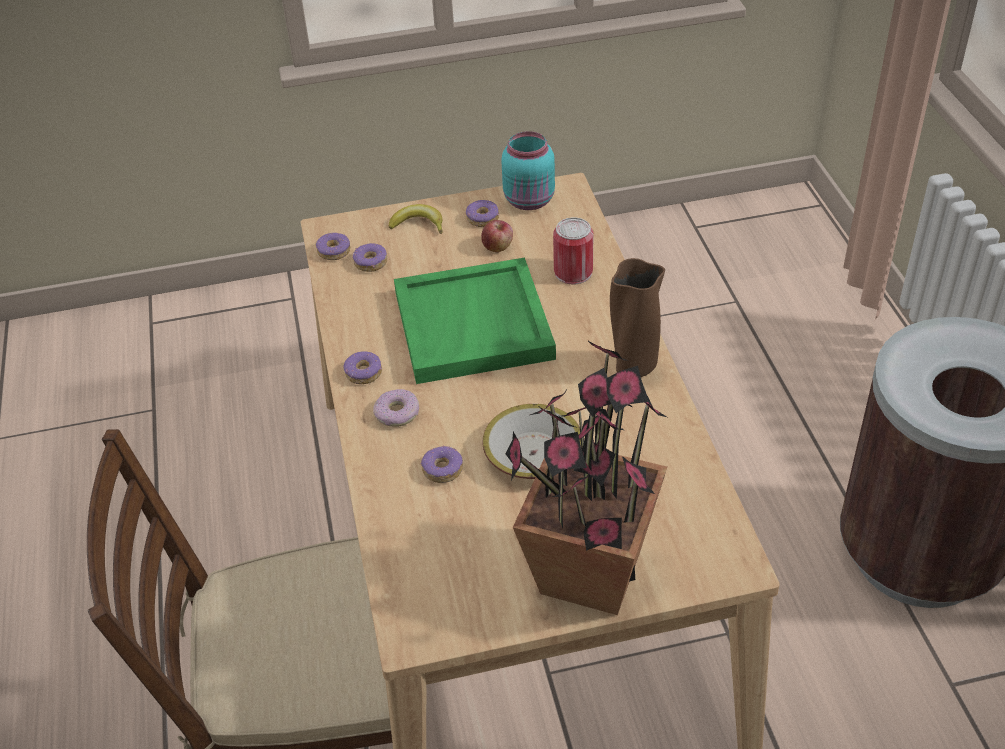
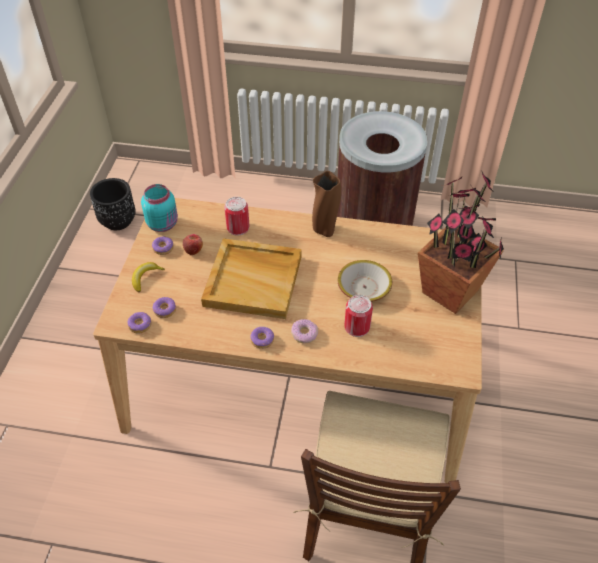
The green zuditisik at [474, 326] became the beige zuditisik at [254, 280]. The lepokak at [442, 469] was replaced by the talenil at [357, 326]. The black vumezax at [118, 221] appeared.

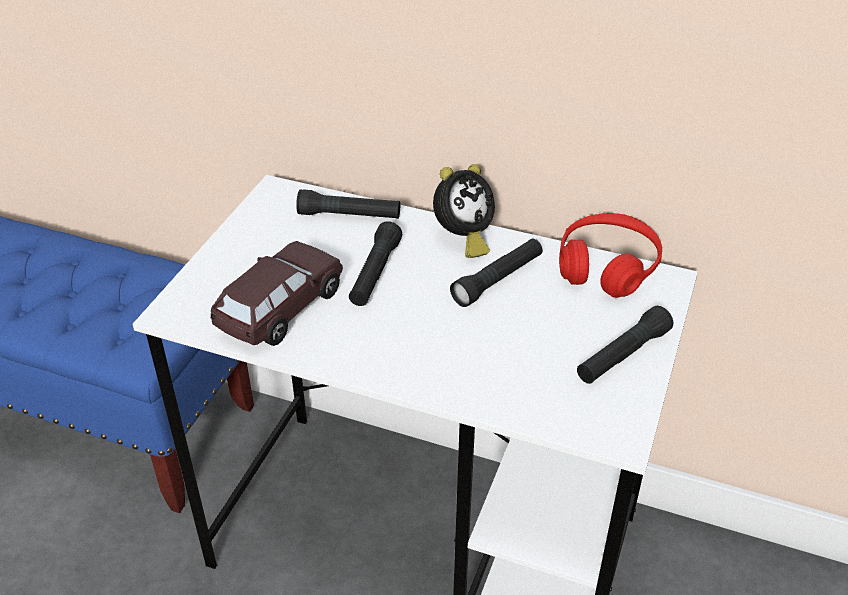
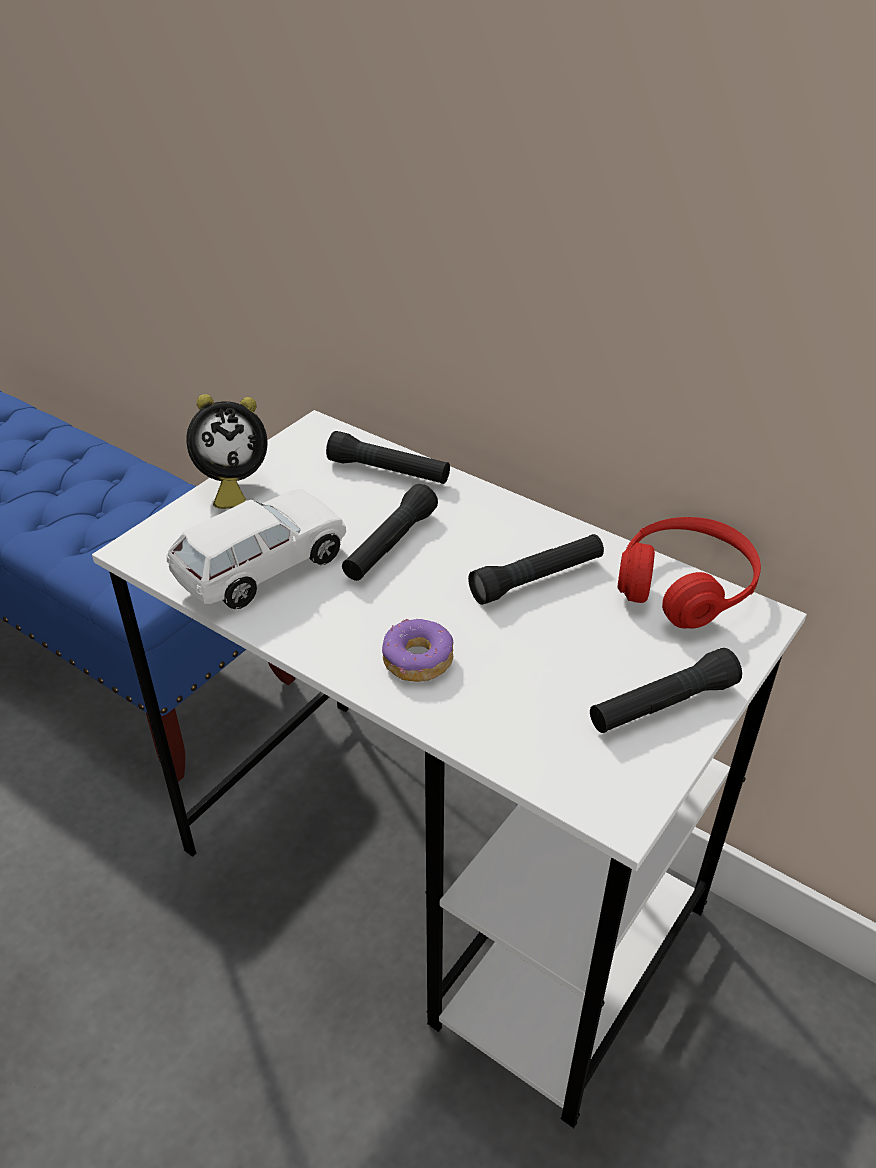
The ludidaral moved from [462, 239] to [231, 486]. The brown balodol at [280, 309] became the white balodol at [262, 568]. The lepokak at [417, 660] appeared.

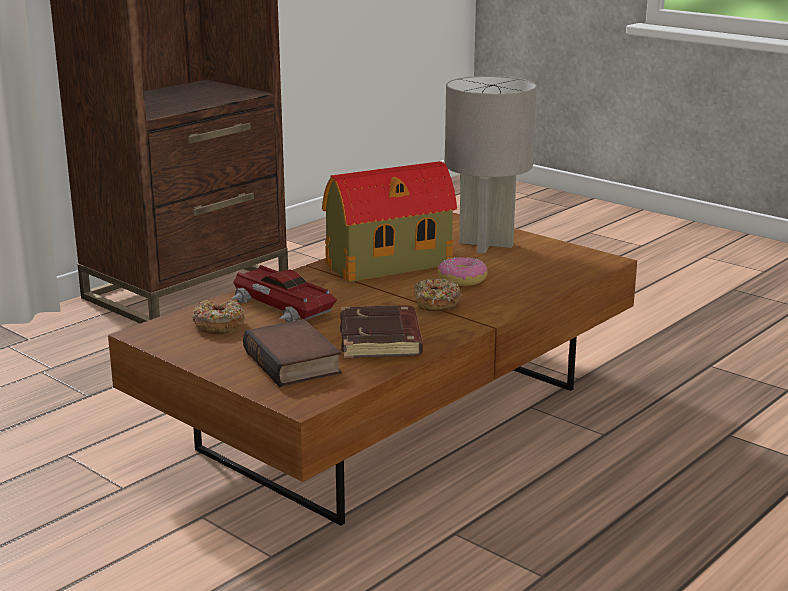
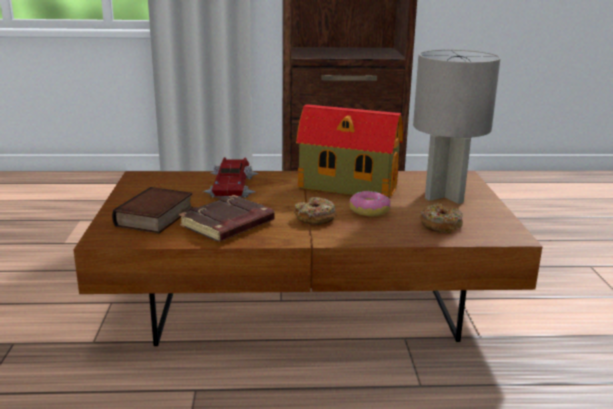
The lepokak moved from [218, 325] to [440, 225].

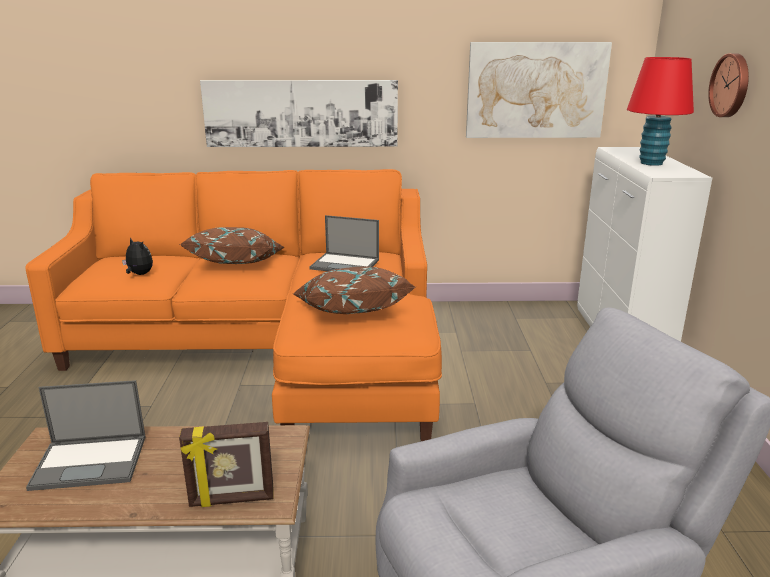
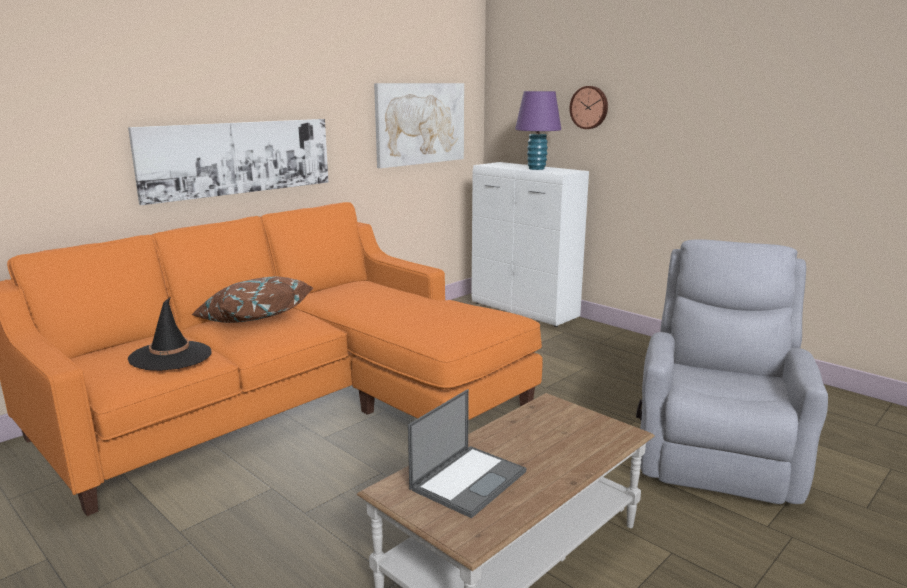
The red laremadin at [651, 163] became the purple laremadin at [536, 168]. The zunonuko at [346, 264] disappeared. The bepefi at [139, 274] was replaced by the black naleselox at [171, 356]. The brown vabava at [350, 311] disappeared. The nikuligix at [232, 500] disappeared.

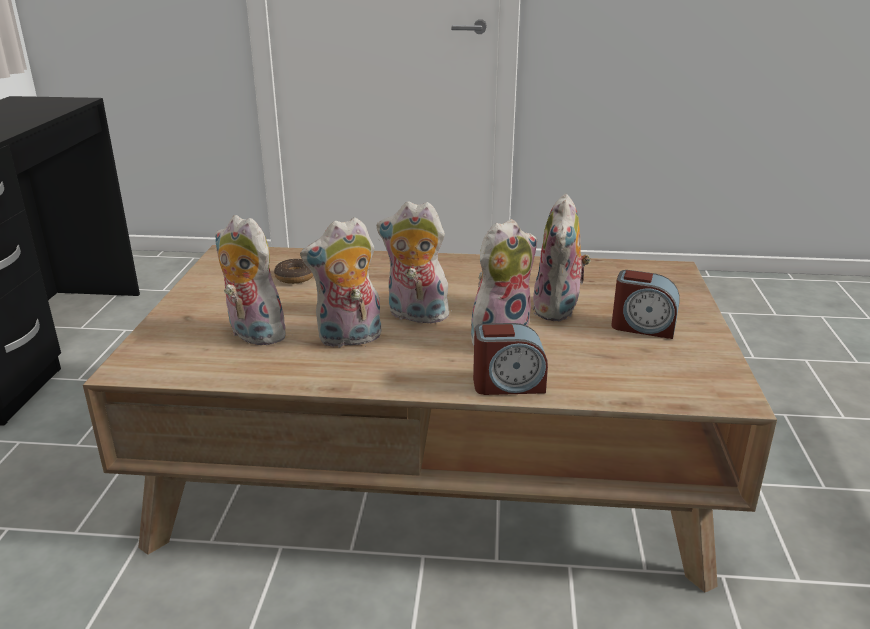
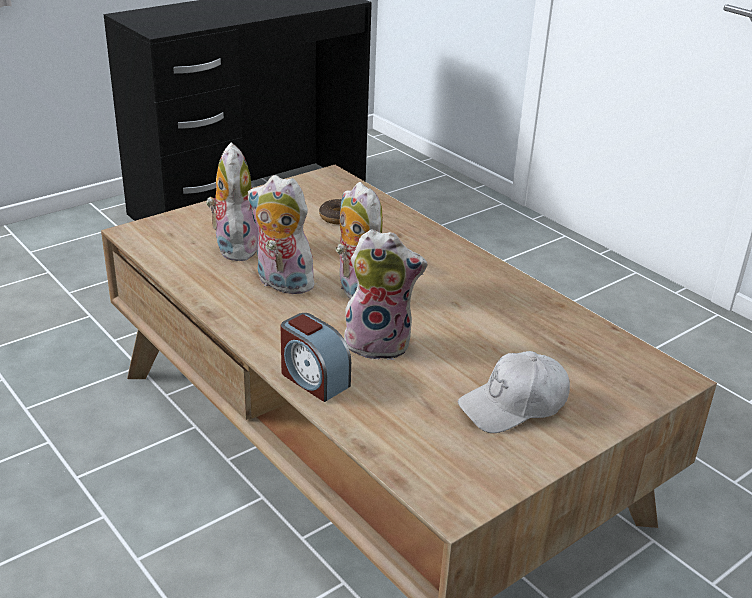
The bepefi at [558, 310] disappeared. The ludidaral at [643, 327] was replaced by the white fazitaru at [514, 405].

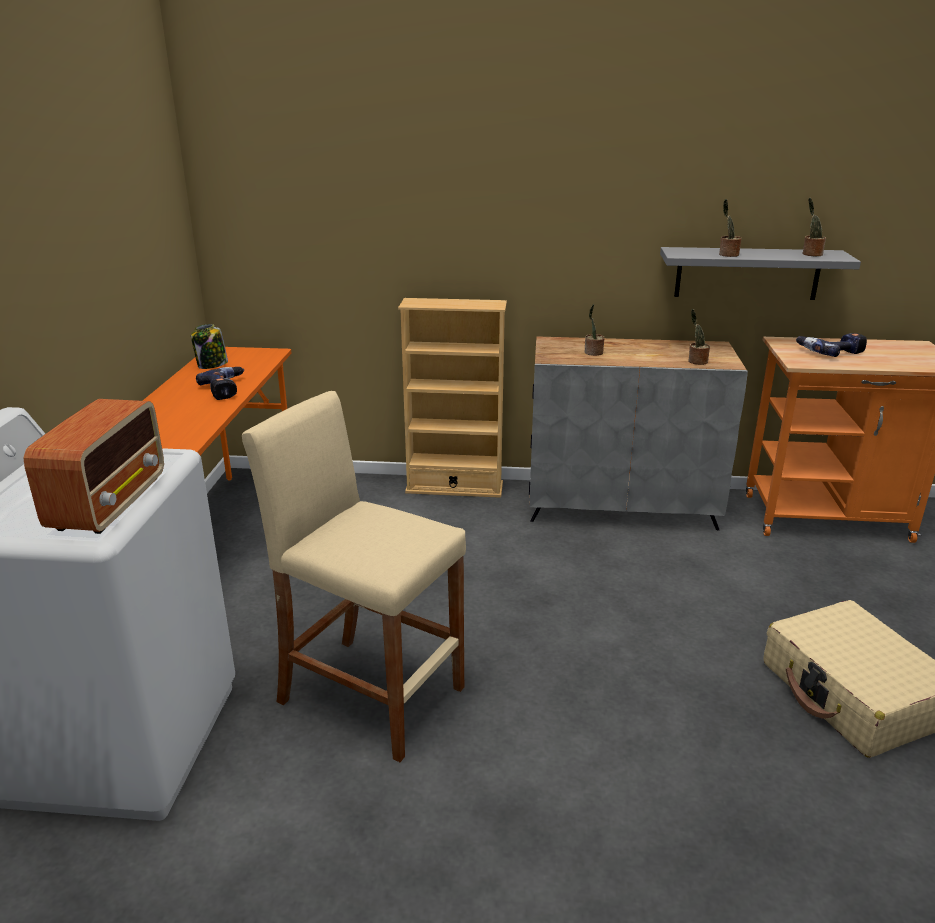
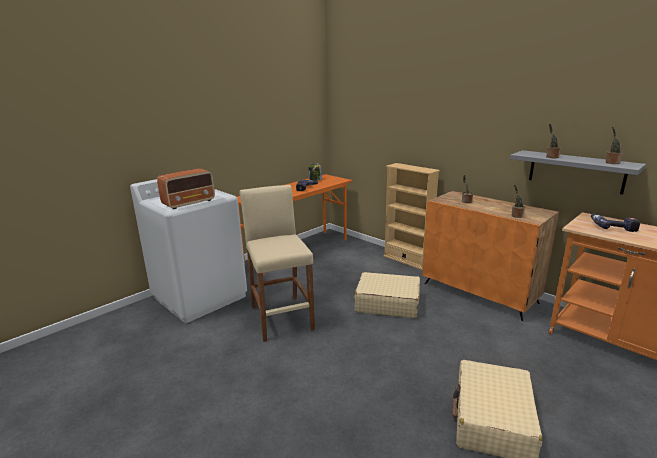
The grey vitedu at [622, 507] became the orange vitedu at [480, 293]. The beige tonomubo at [387, 303] appeared.

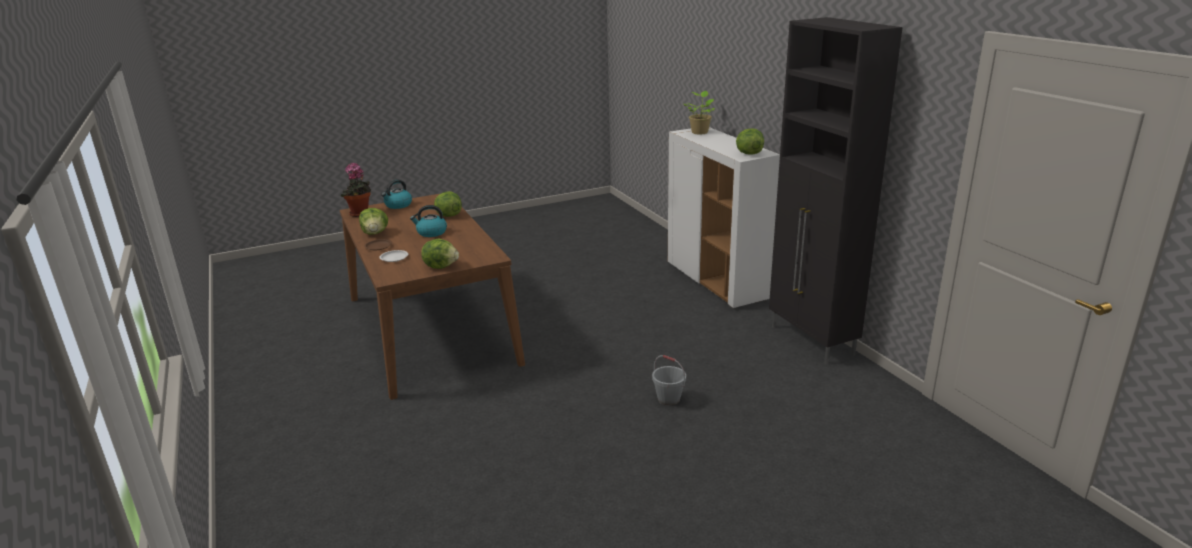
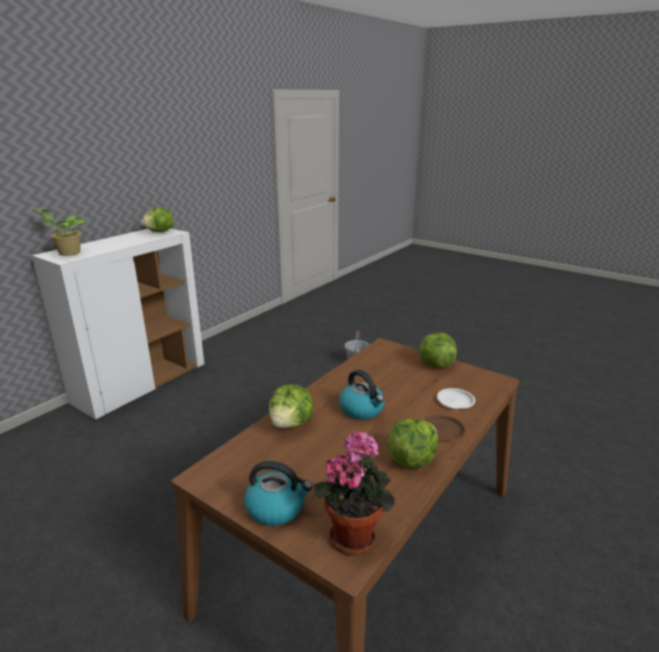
The black vitedu at [812, 341] disappeared.

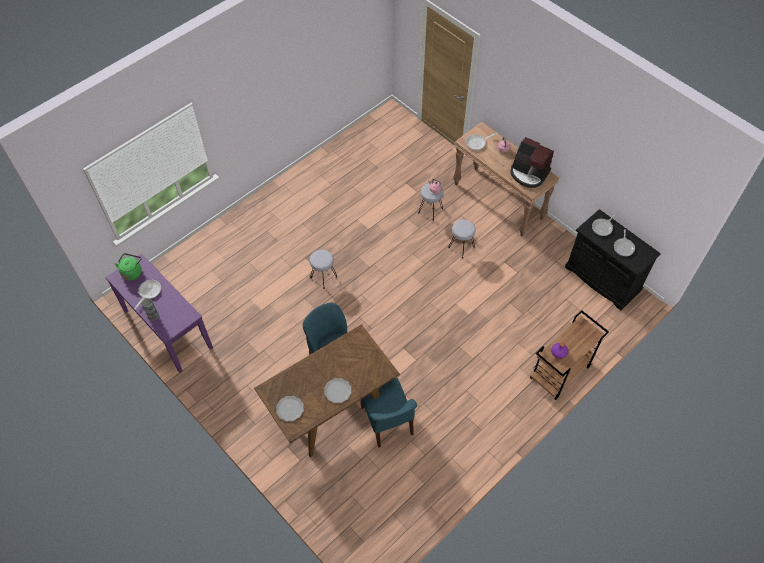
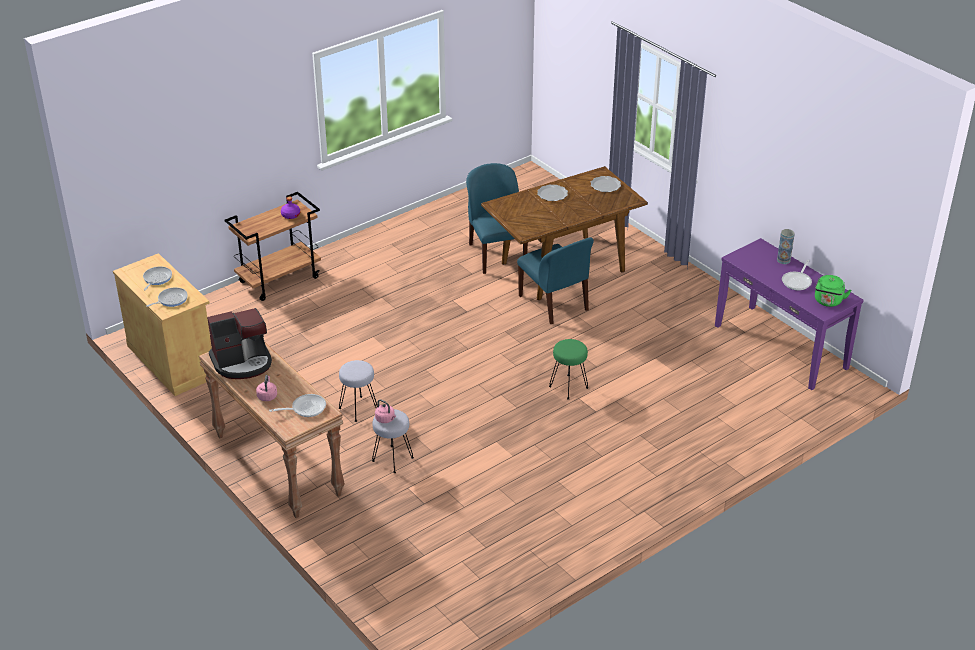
The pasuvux at [529, 173] turned 120 degrees clockwise. The black vitedu at [602, 279] became the beige vitedu at [172, 361]. The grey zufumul at [323, 277] became the green zufumul at [569, 387].

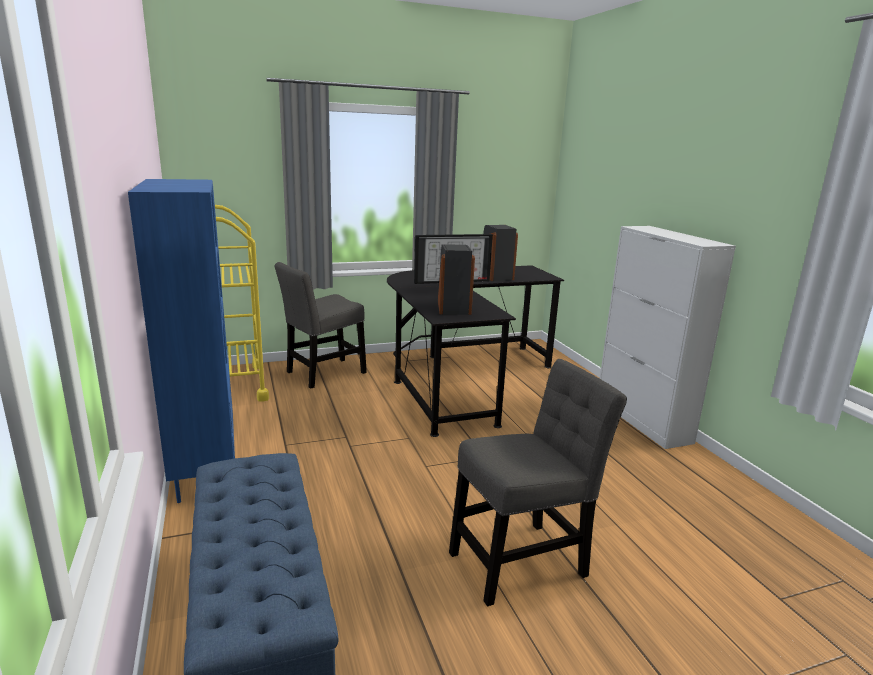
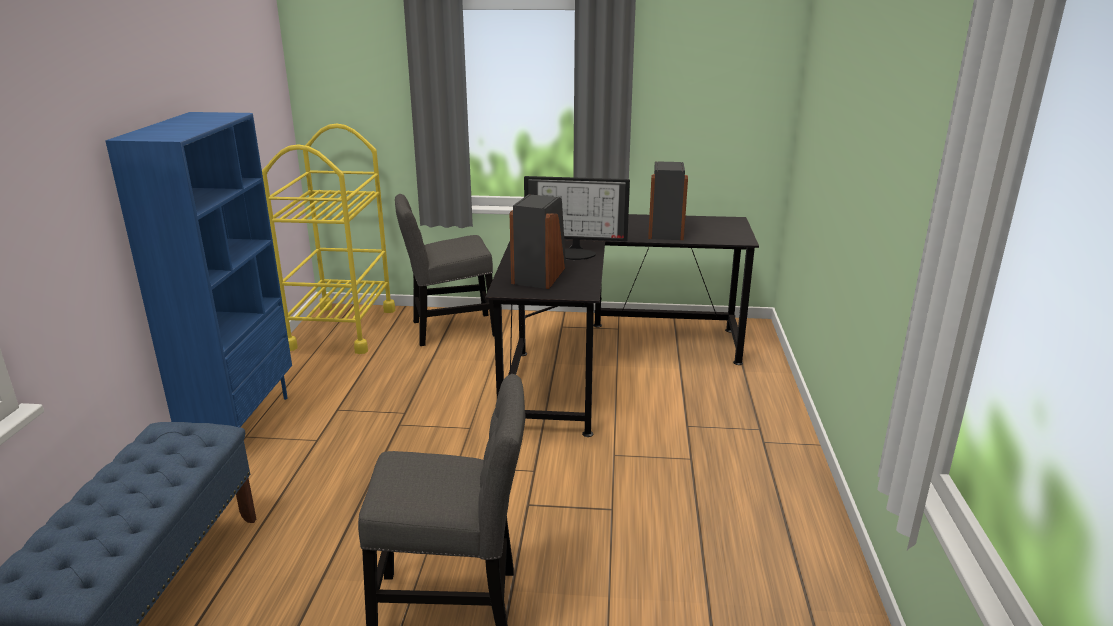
The white vitedu at [642, 420] disappeared.

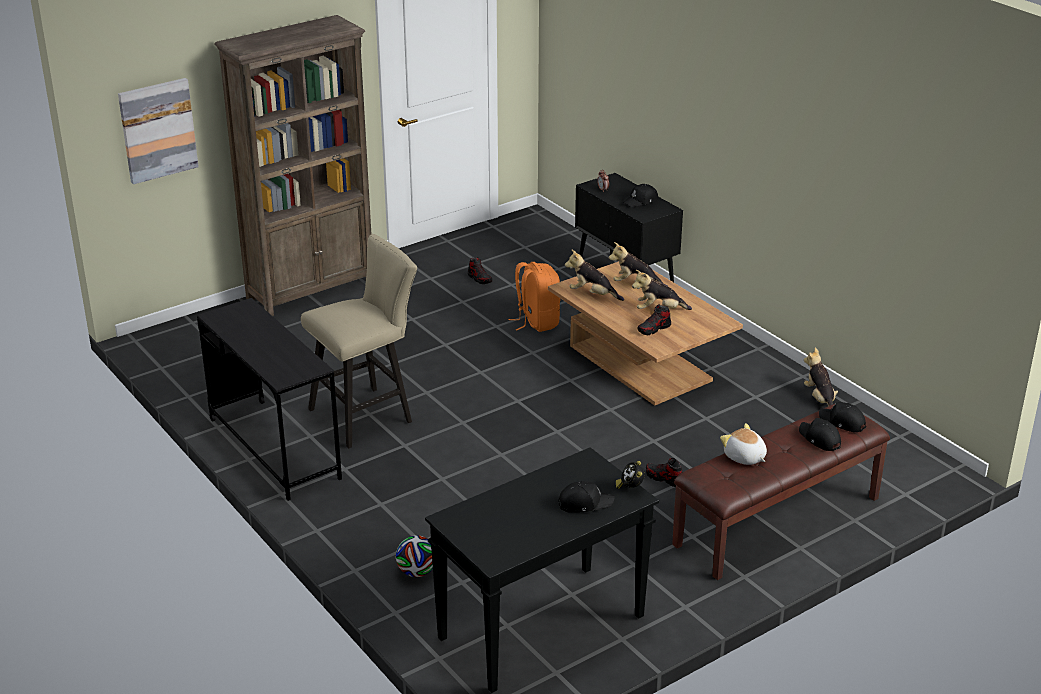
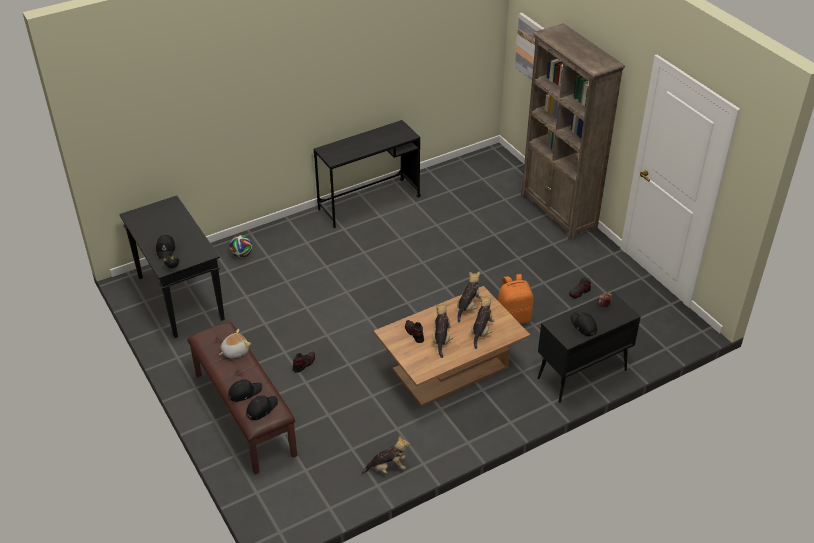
The beige zufumul at [367, 414] disappeared.

